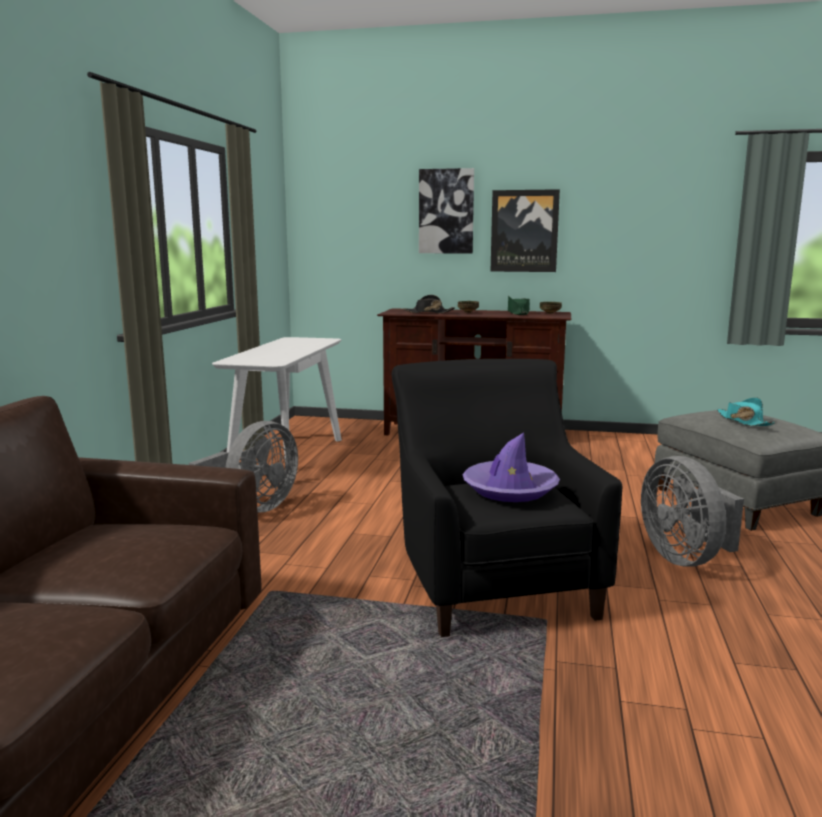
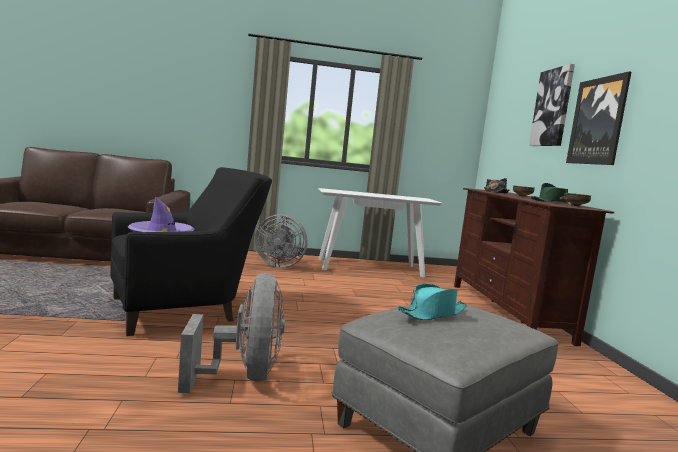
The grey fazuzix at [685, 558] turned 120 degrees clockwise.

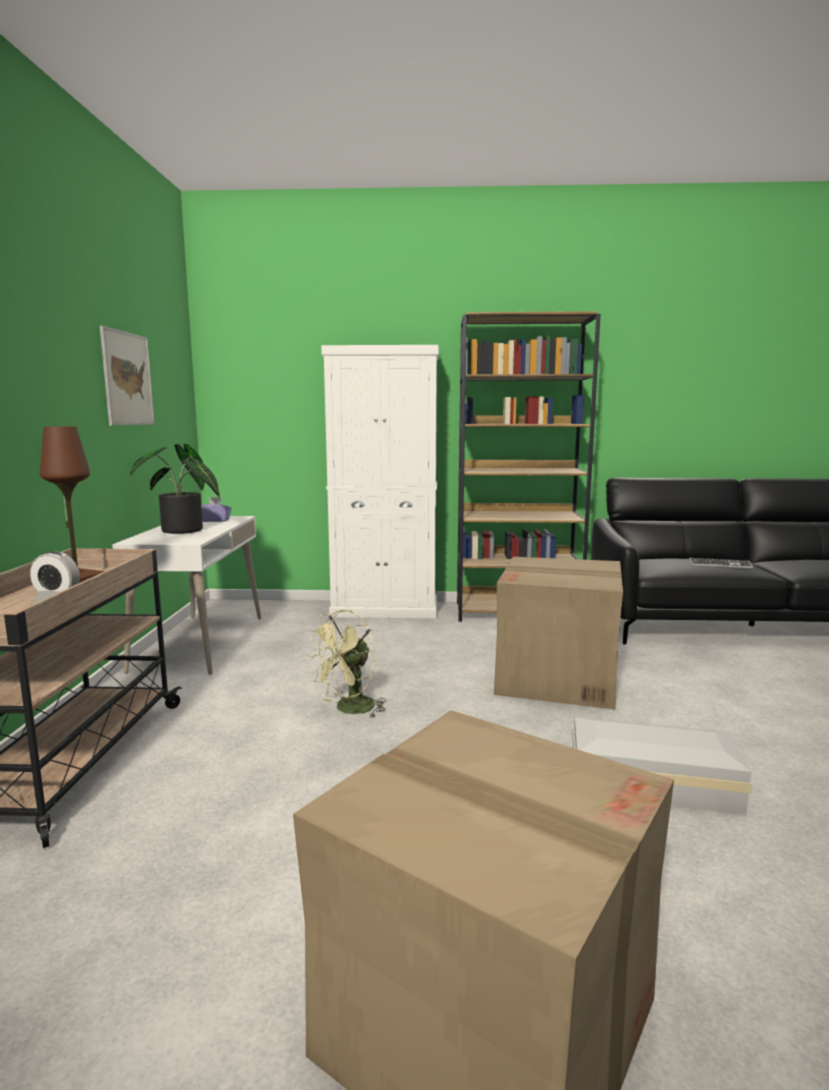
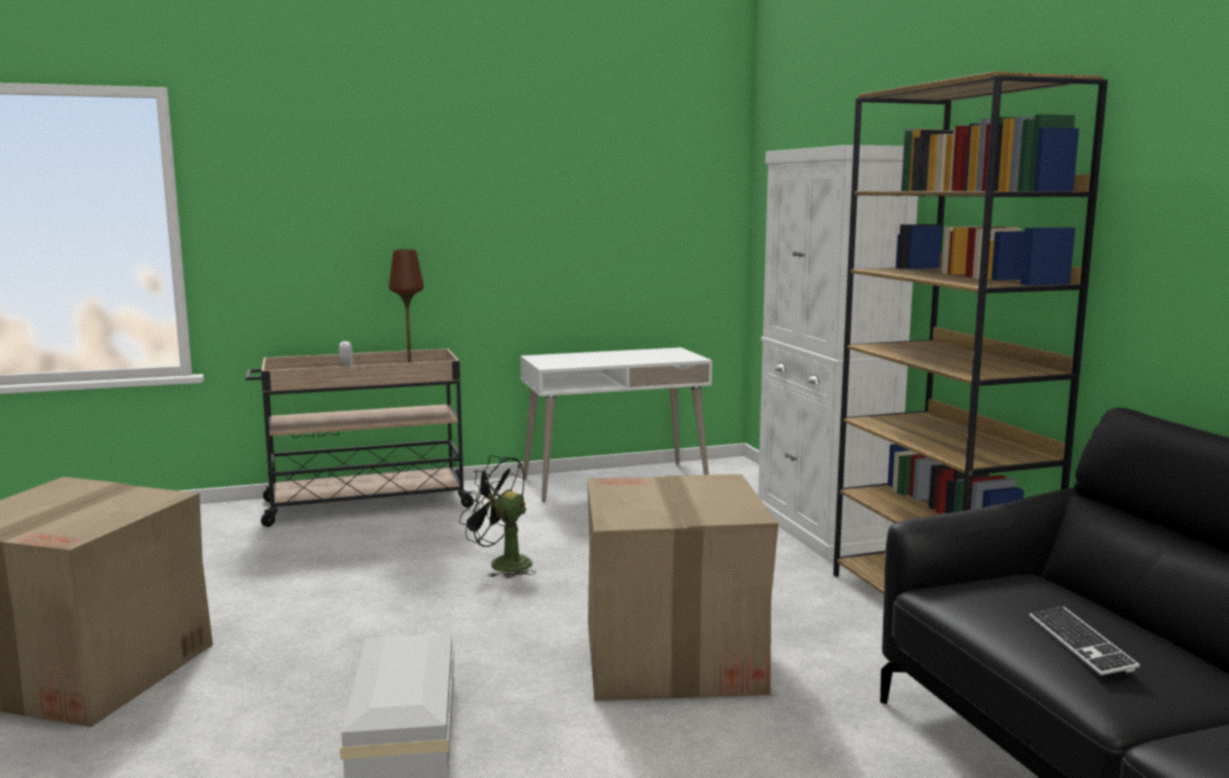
The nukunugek at [128, 379] disappeared. The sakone at [183, 531] disappeared. The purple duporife at [215, 520] disappeared. The green fazuzix at [349, 710] became the black fazuzix at [501, 564].

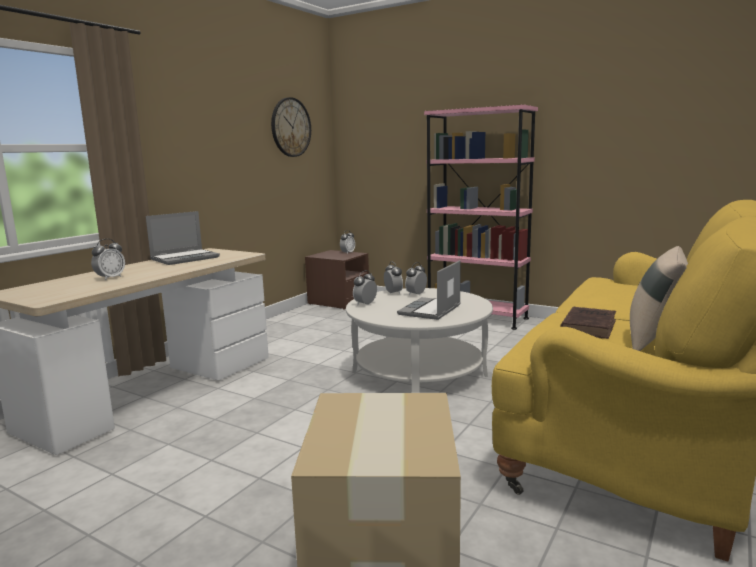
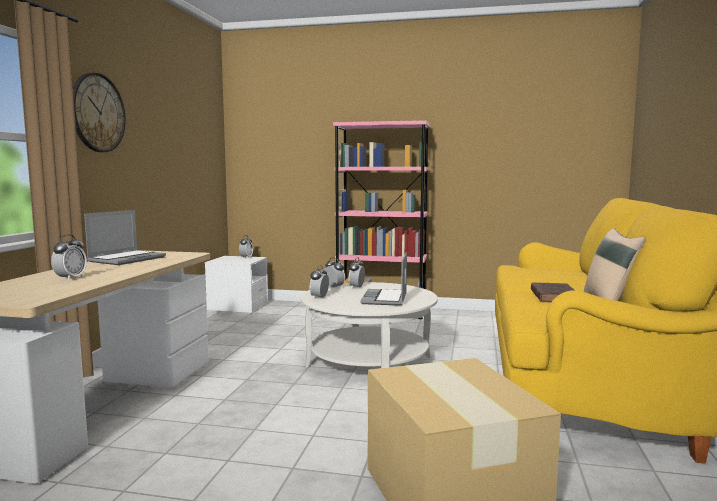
The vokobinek moved from [290, 127] to [97, 113]. The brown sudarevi at [338, 302] became the white sudarevi at [238, 307].

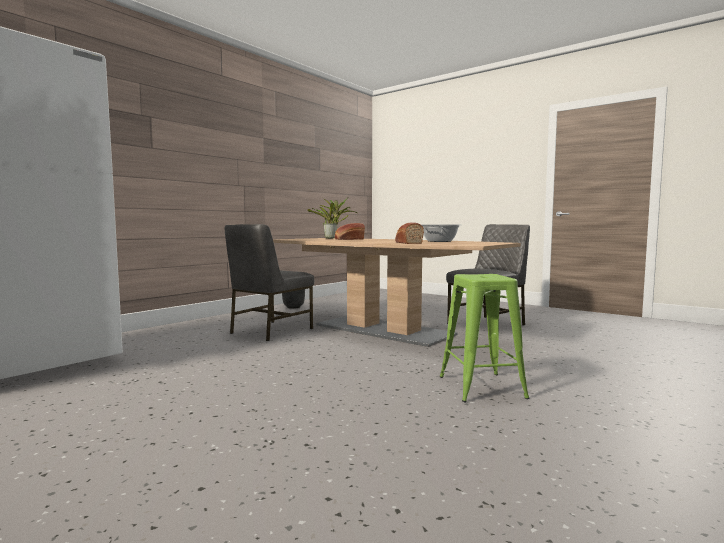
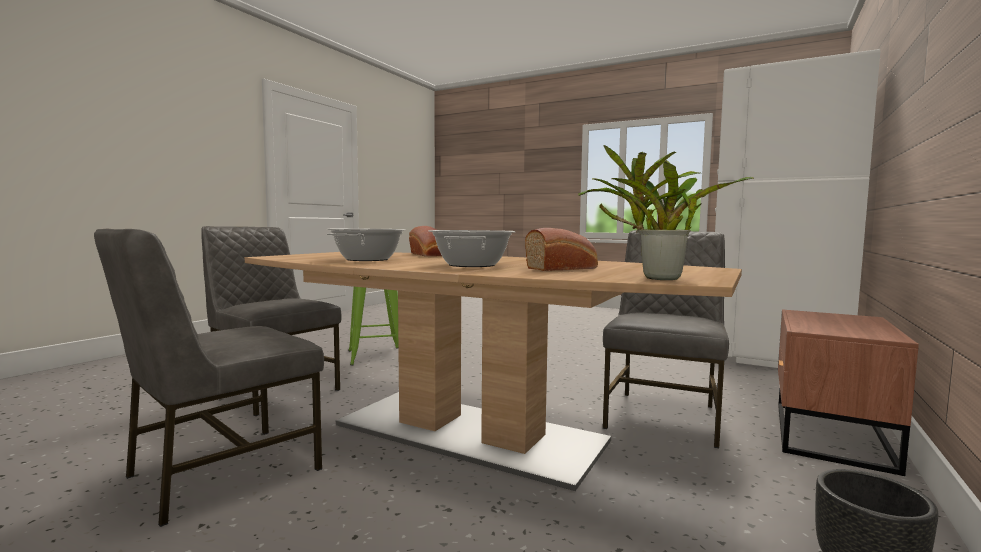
The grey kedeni at [273, 391] appeared. The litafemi at [471, 265] appeared. The brown sudarevi at [827, 436] appeared.

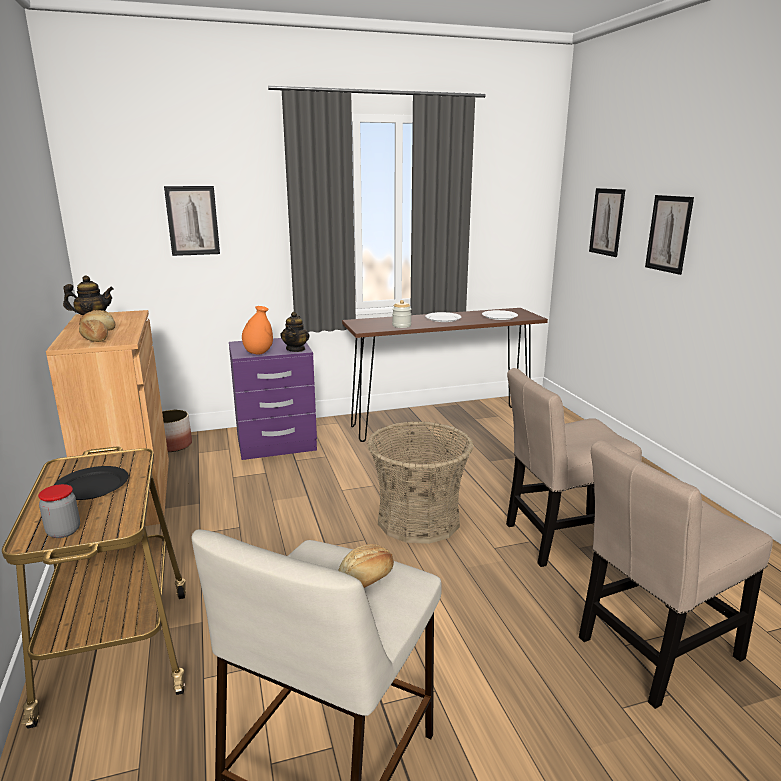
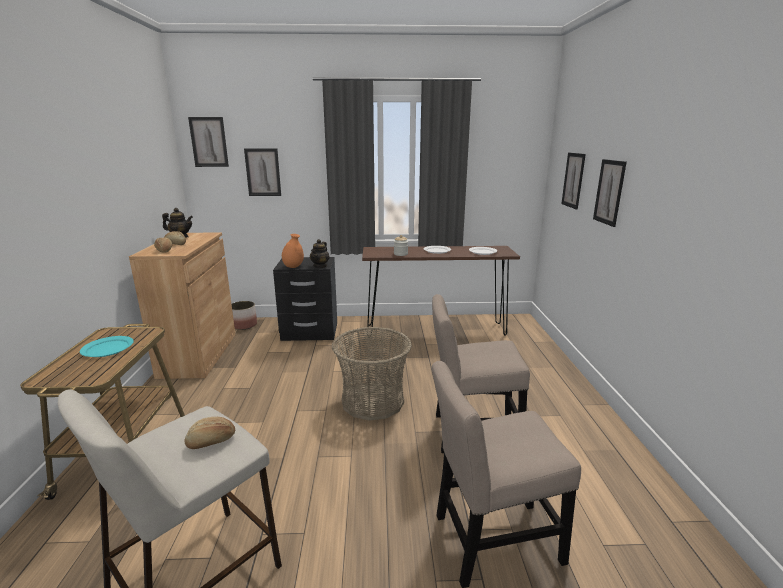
The purple sudarevi at [276, 444] became the black sudarevi at [309, 332]. The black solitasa at [91, 486] became the turquoise solitasa at [107, 349]. The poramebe at [64, 531] disappeared. The nukunugek at [209, 142] appeared.

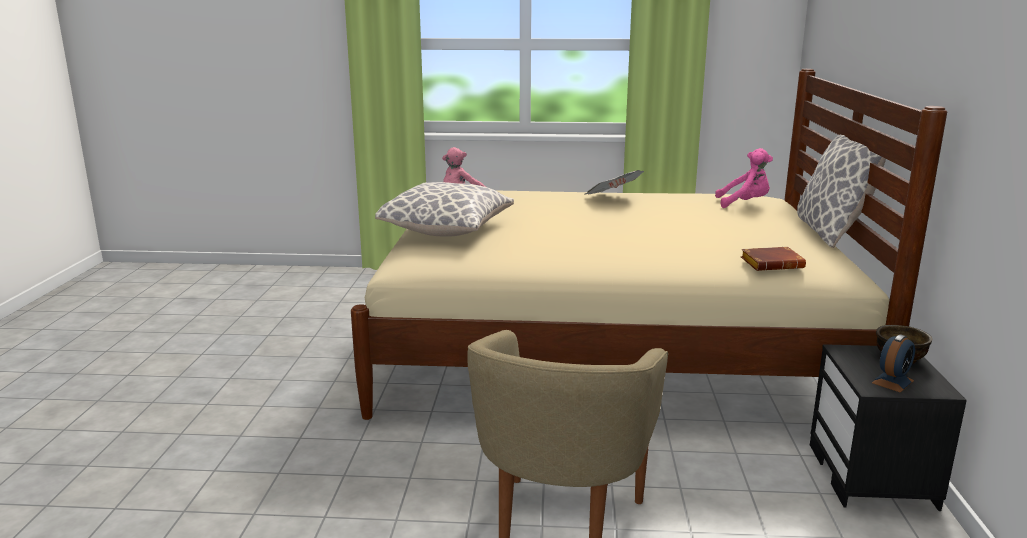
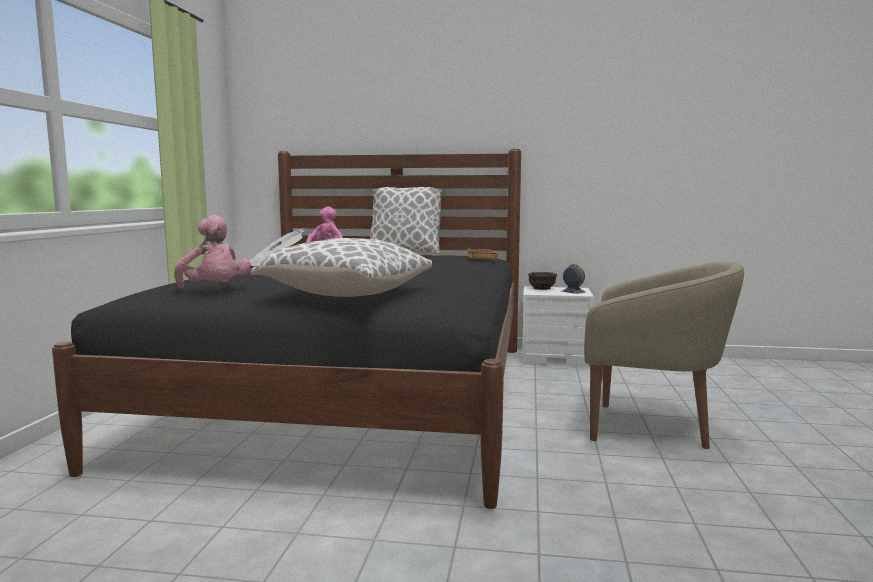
The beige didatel at [608, 349] became the black didatel at [355, 396]. The black sudarevi at [873, 476] became the white sudarevi at [555, 358].

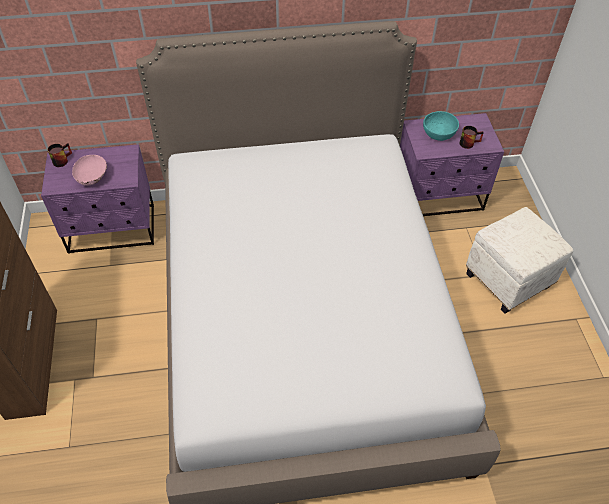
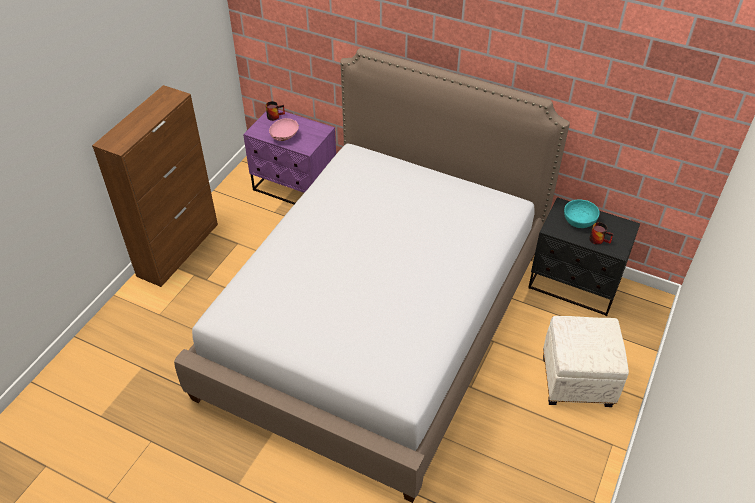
The purple sudarevi at [439, 196] became the black sudarevi at [574, 285].

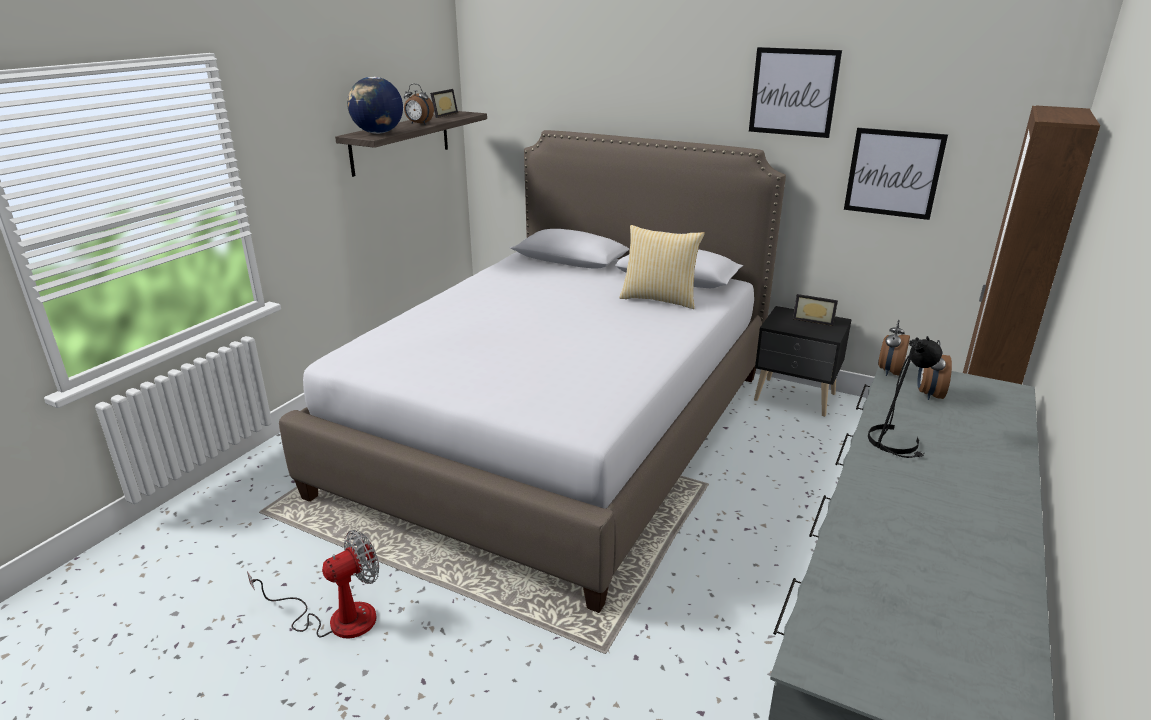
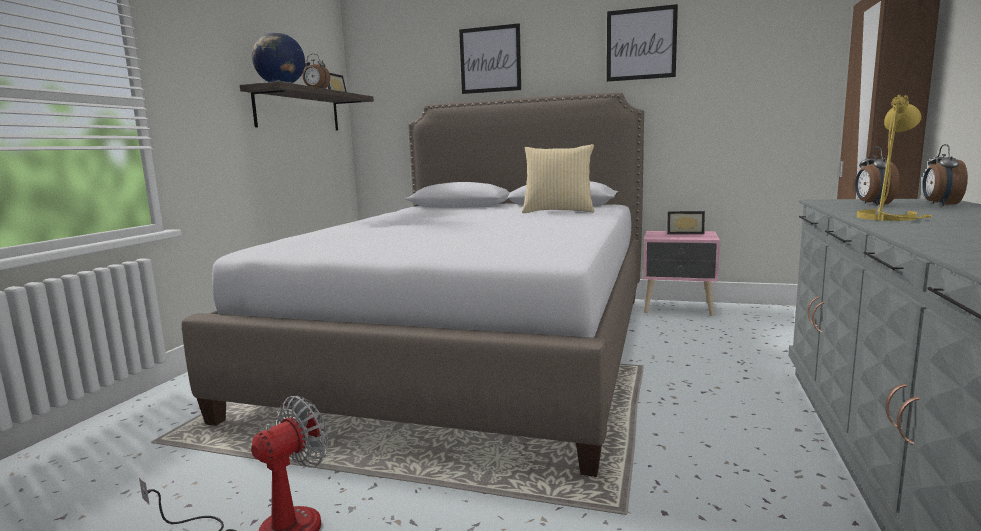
The nukunugek moved from [893, 173] to [490, 59]. The black sudarevi at [795, 398] became the pink sudarevi at [679, 308]. The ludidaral moved from [889, 371] to [939, 204]. The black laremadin at [896, 442] became the yellow laremadin at [890, 217].

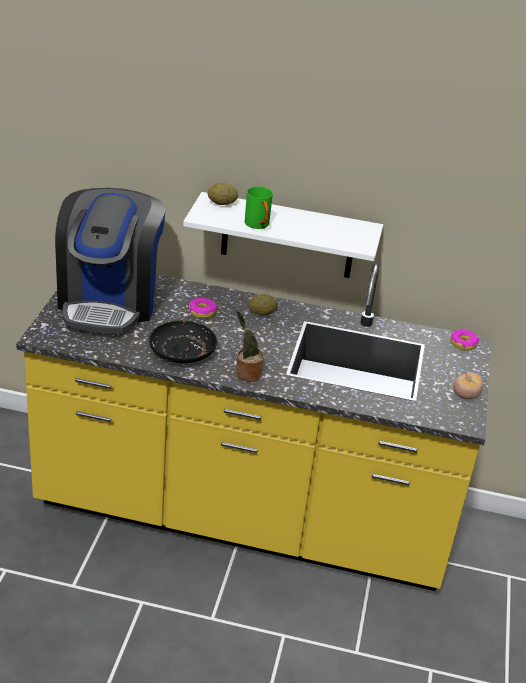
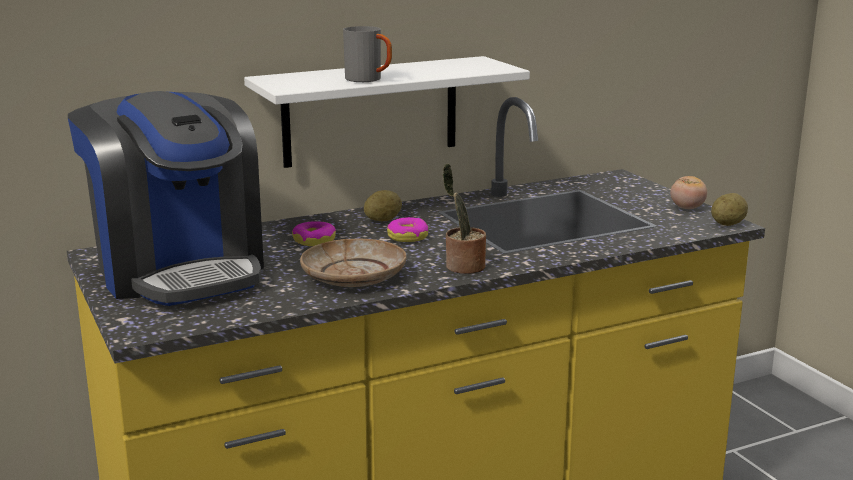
The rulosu moved from [222, 203] to [728, 224]. The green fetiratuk at [258, 226] became the grey fetiratuk at [369, 80]. The black solitasa at [182, 350] became the beige solitasa at [353, 276]. The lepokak moved from [463, 344] to [408, 236].

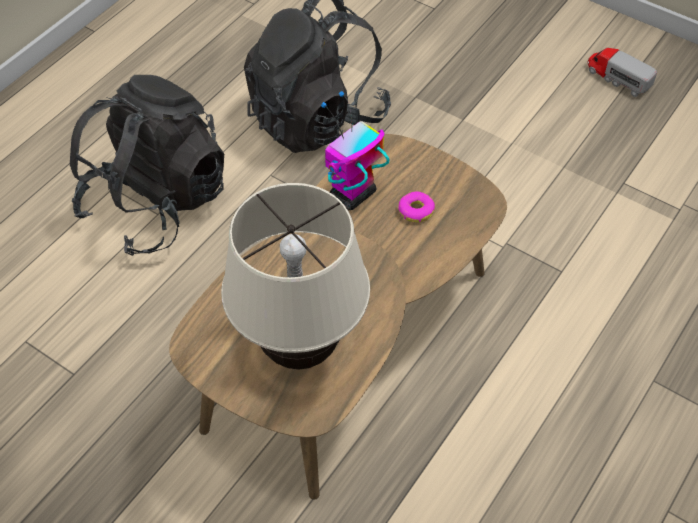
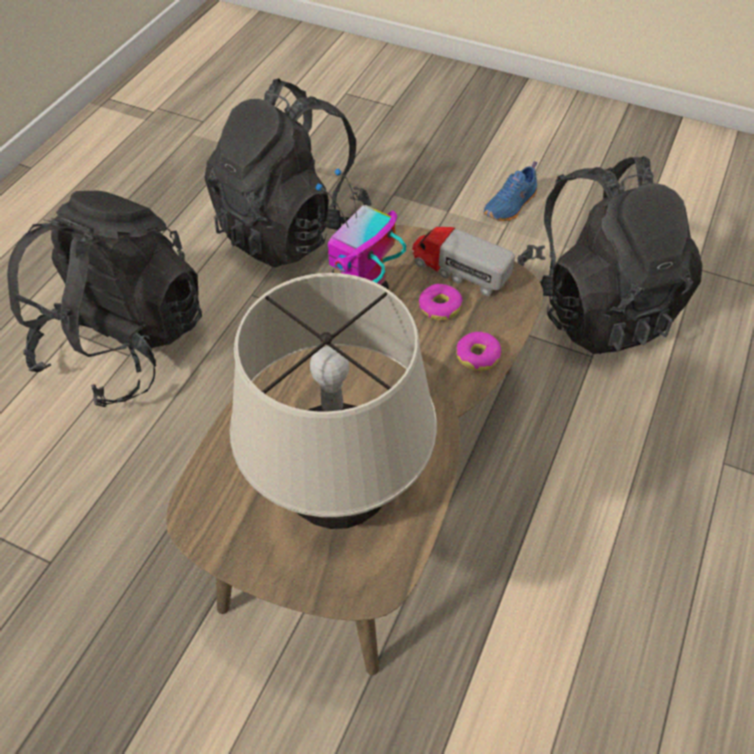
The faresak moved from [617, 78] to [458, 270]. The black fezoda at [594, 306] appeared. The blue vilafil at [511, 206] appeared. The lepokak at [478, 356] appeared.

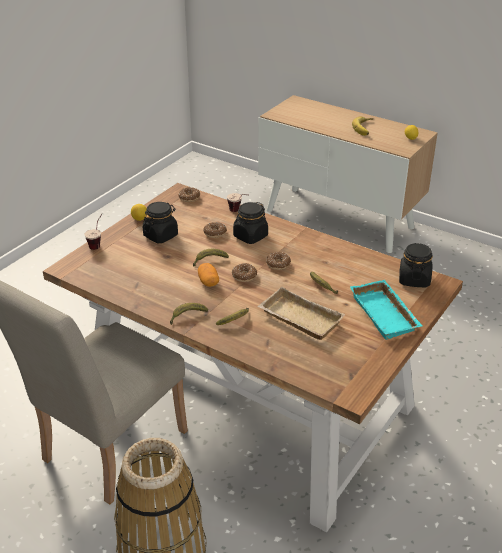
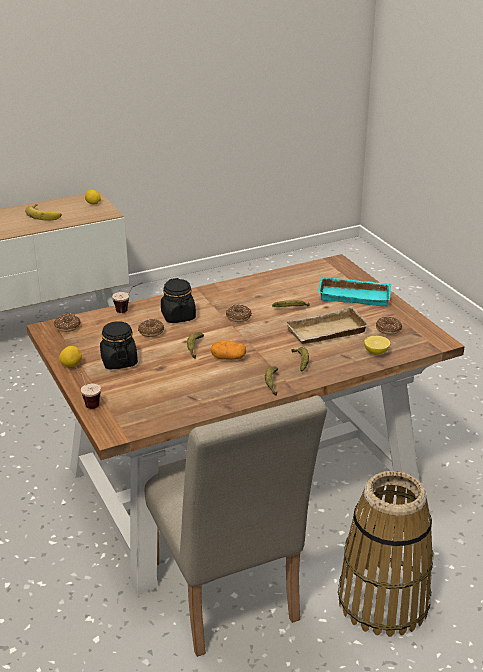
The black poramebe at [414, 279] disappeared. The lepokak moved from [244, 276] to [388, 329]. The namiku at [376, 352] appeared.

